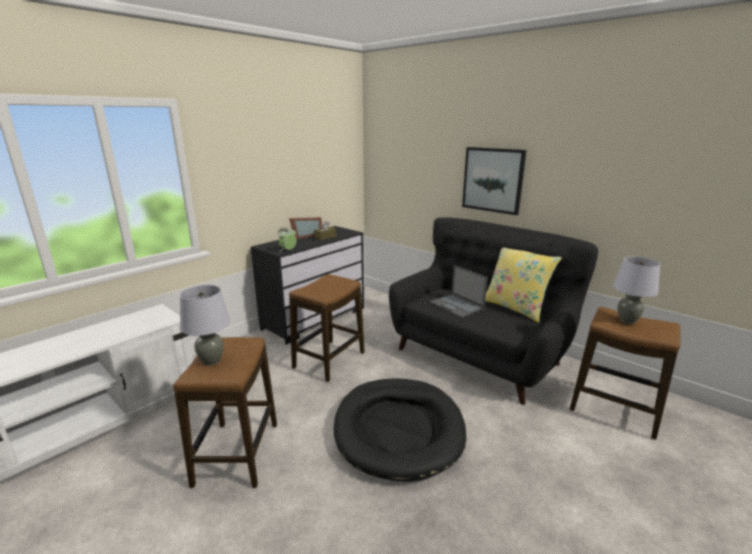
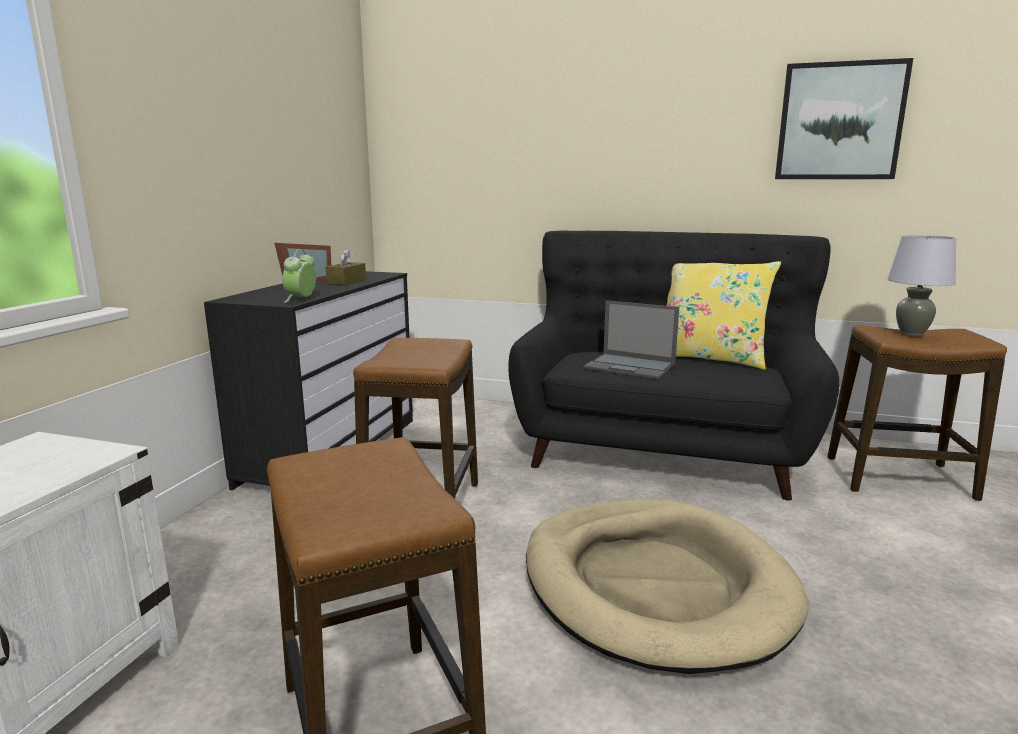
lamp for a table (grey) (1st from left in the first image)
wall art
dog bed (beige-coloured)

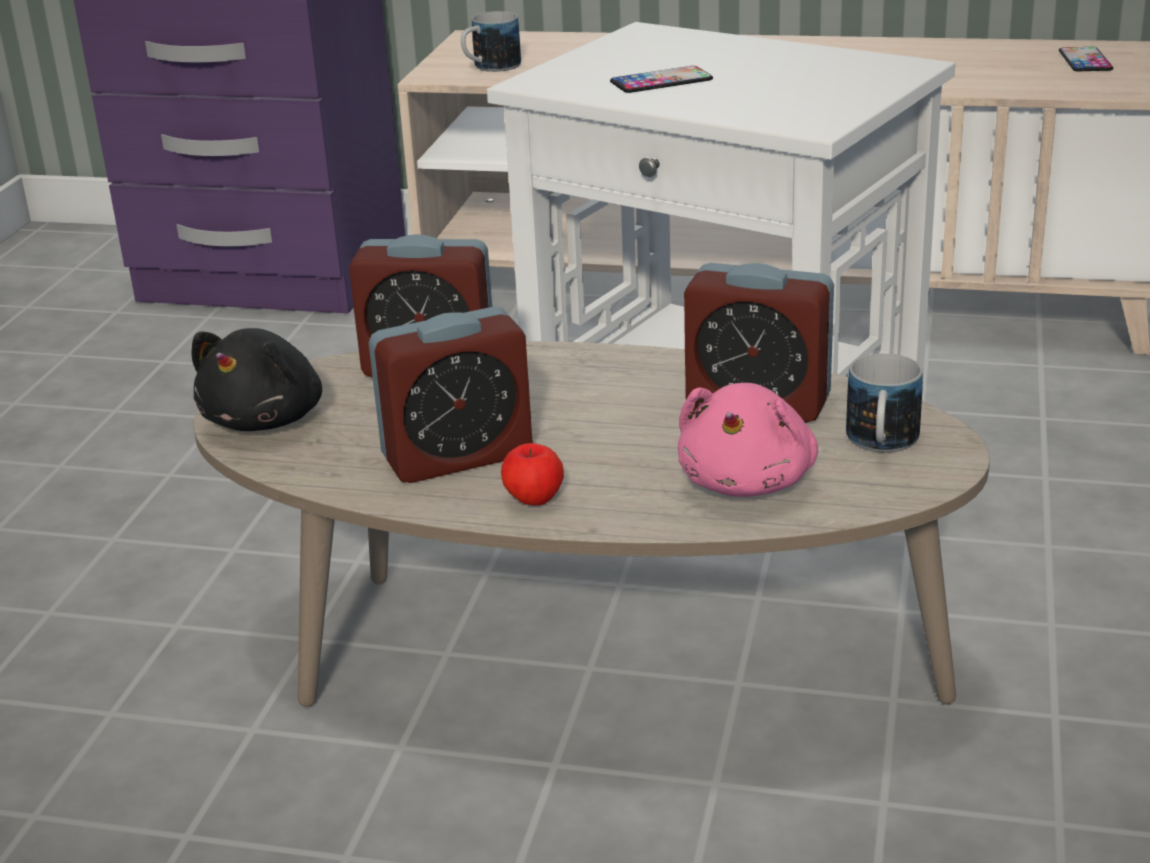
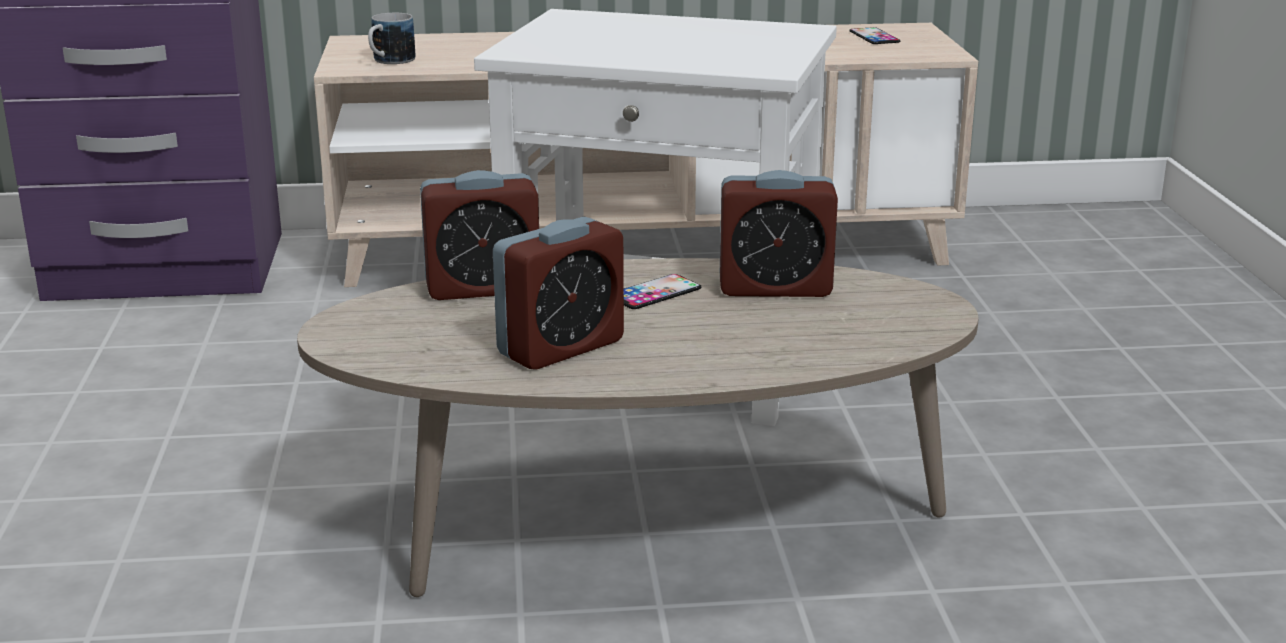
cuddly toy (blackish)
apple fruit
cuddly toy (pinkish)
coffee mug (2nd from left in the first image)
handset (1st from left)

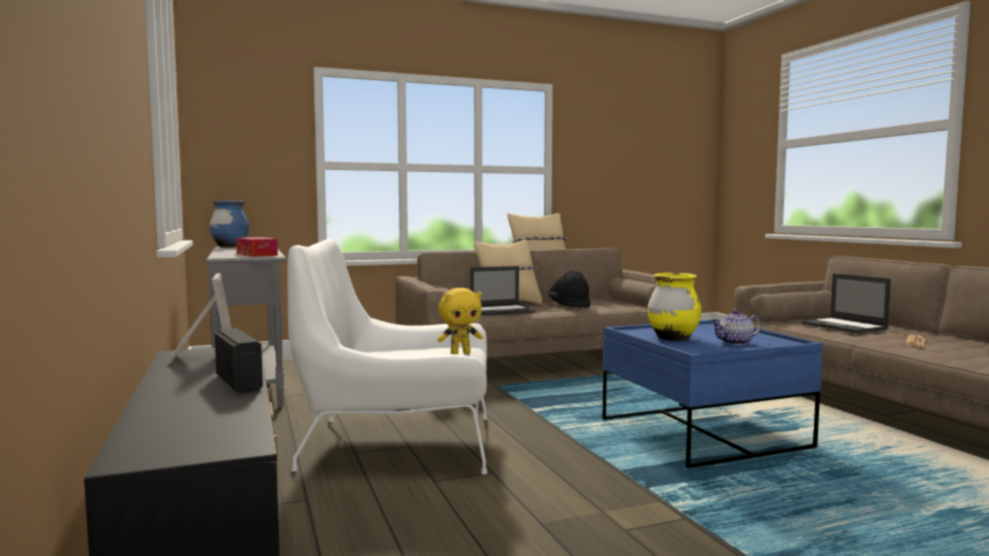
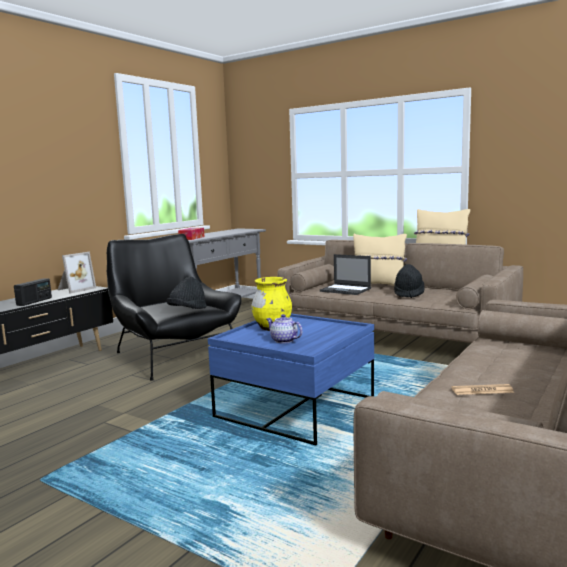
decorative vase (bluish)
notebook computer (2nd from left in the first image)
clothing hat (blackish) (1st from left)
lounge chair (blackish)

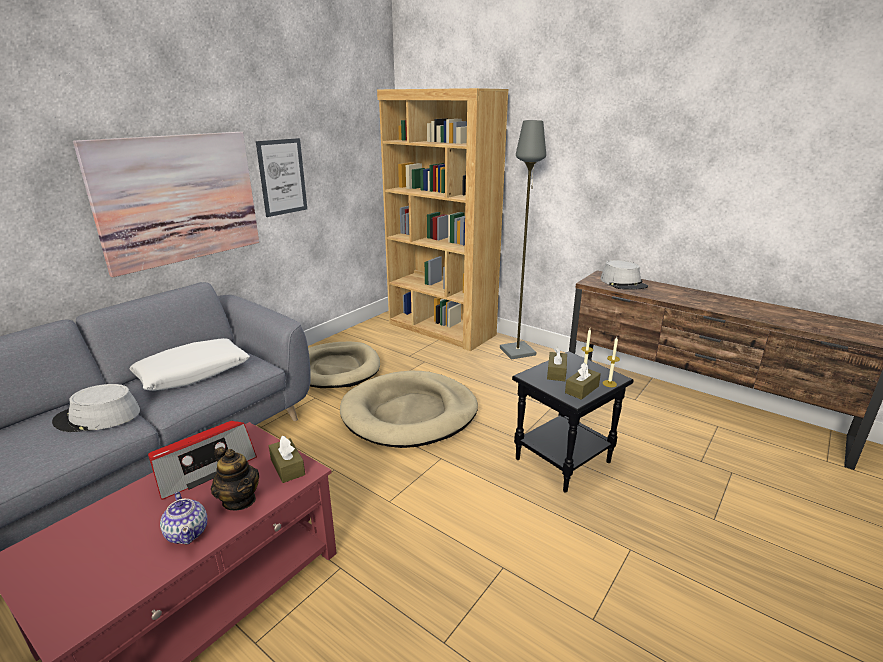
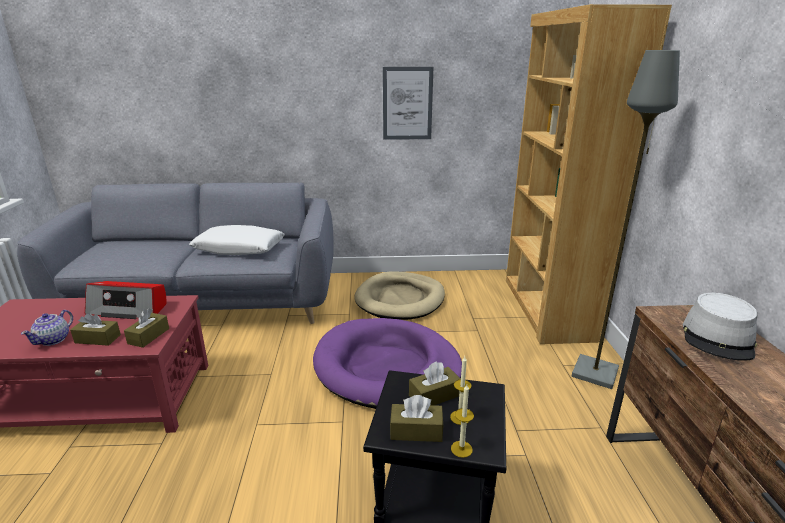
clothing hat (grey) (1st from left in the first image)
wall art (1st from left in the first image)
tissue box (brownish) (1st from left)
dog bed (purplish)

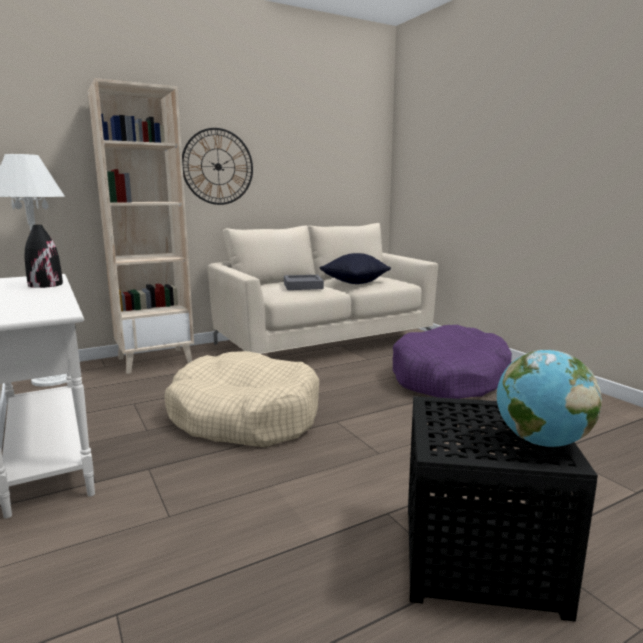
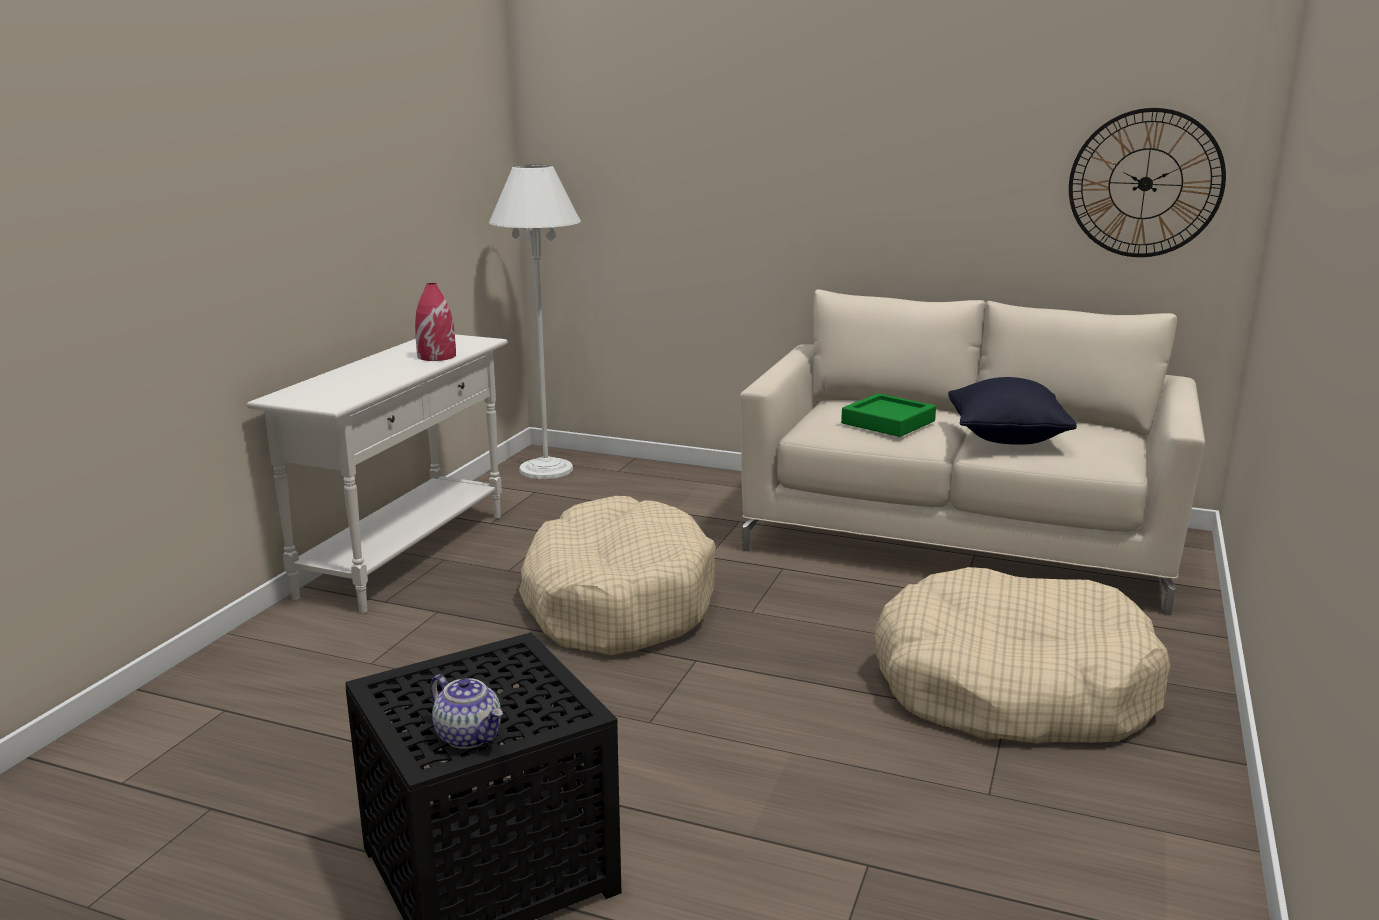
bookcase (beige-coloured)
clock on the wall
pot for tea
decorative vase (red)
serving tray (greenish)
dog bed (beige-coloured) (2nd from left)

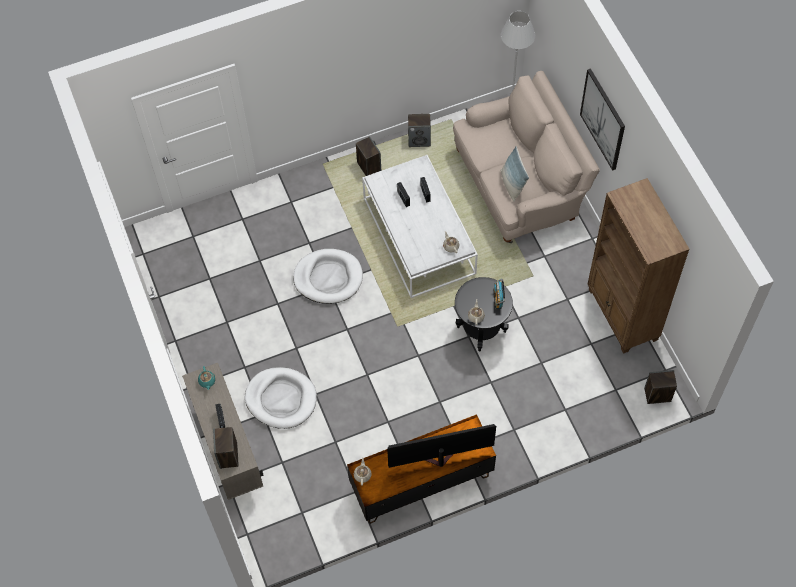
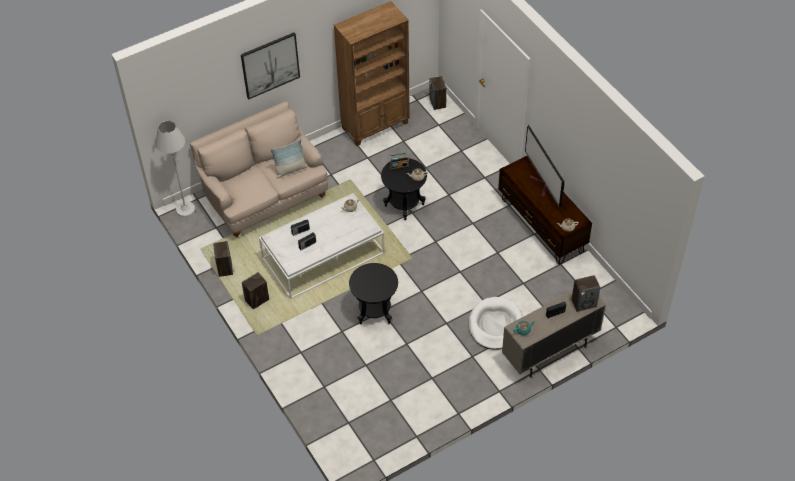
end table (blackish) (1st from left)

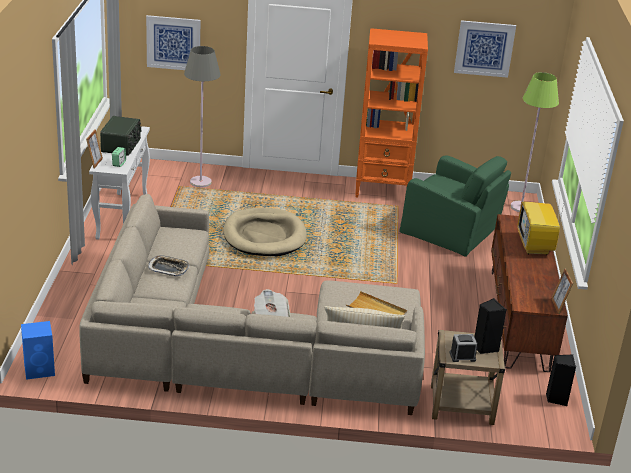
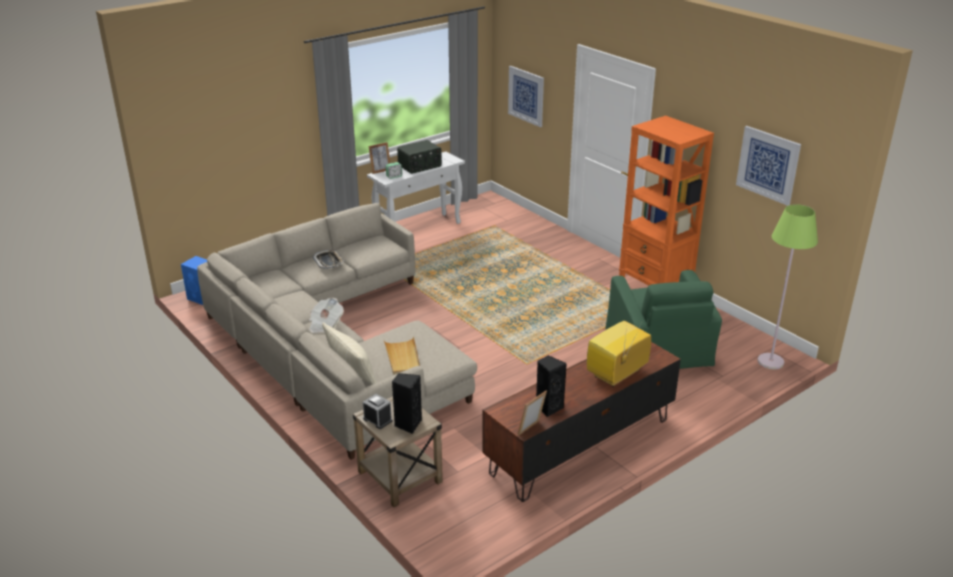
floor lamp (grey)
dog bed (beige-coloured)
audio speaker (blackish) (2nd from left)

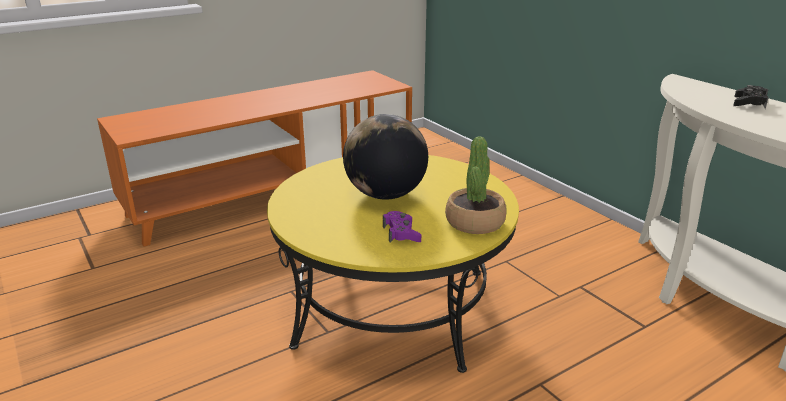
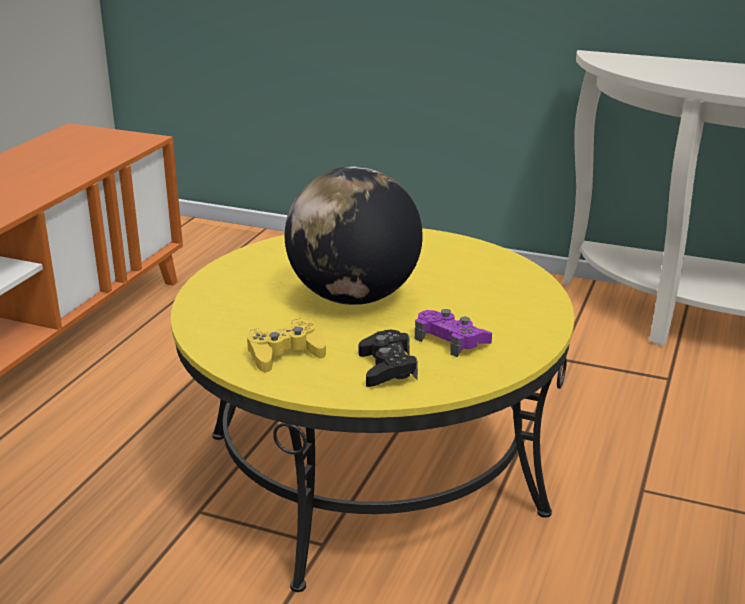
potted plant
game controller (yellow-coloured)
game controller (blackish)

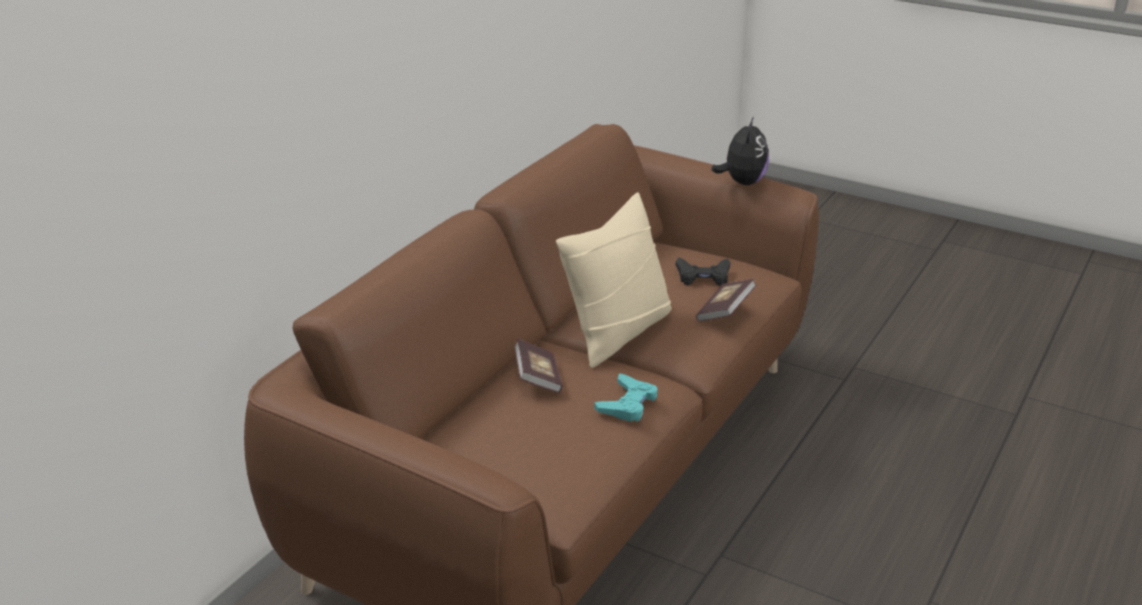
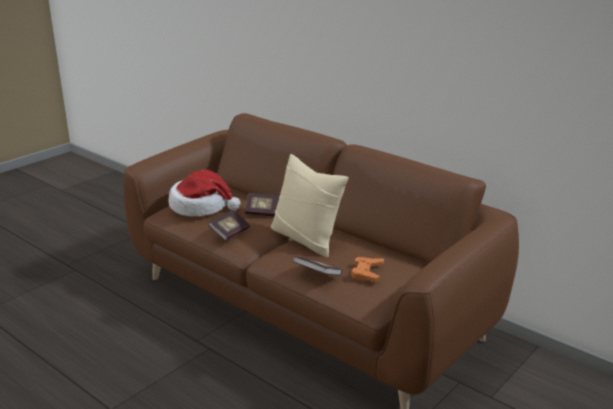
cuddly toy
clothing hat
bound book (1st from left)
game controller (orange-coloured)

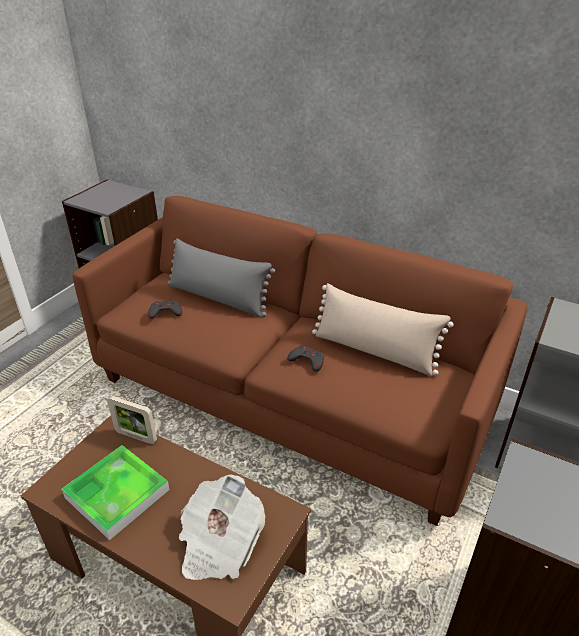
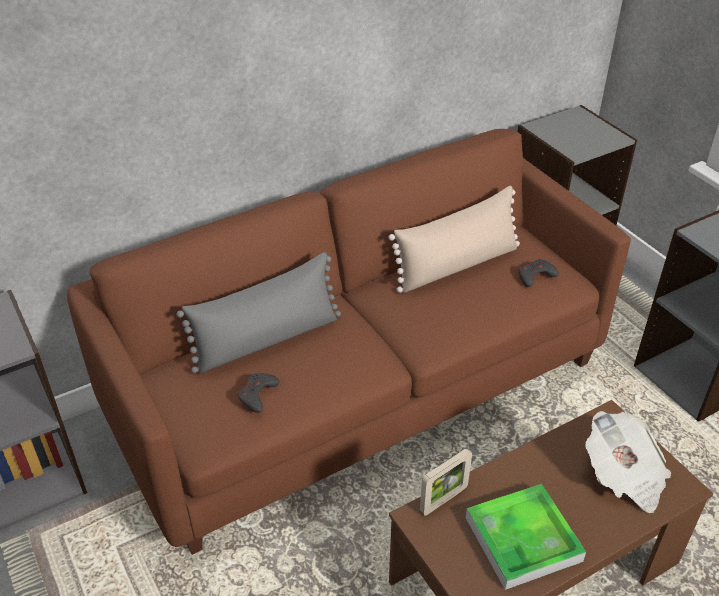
game controller (grey) (2nd from left)

